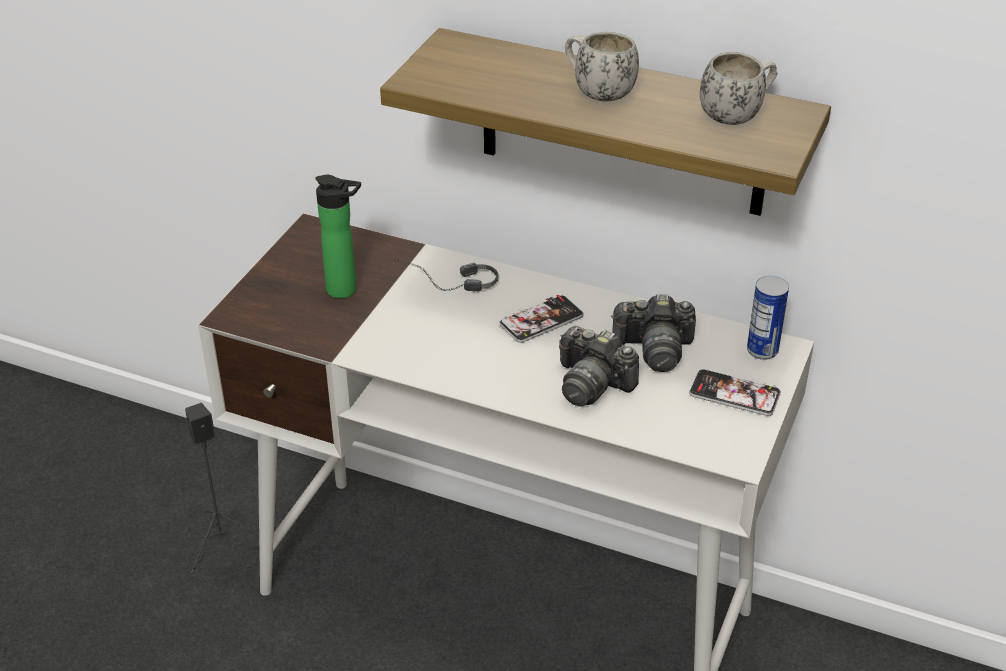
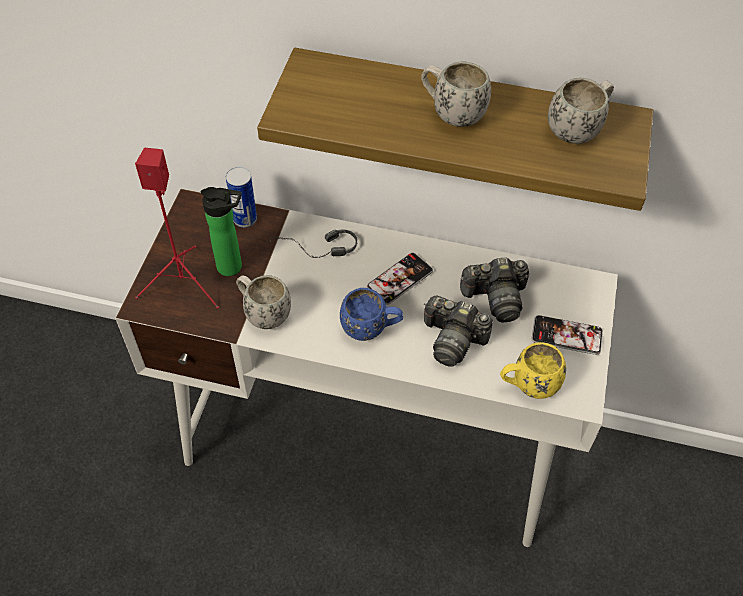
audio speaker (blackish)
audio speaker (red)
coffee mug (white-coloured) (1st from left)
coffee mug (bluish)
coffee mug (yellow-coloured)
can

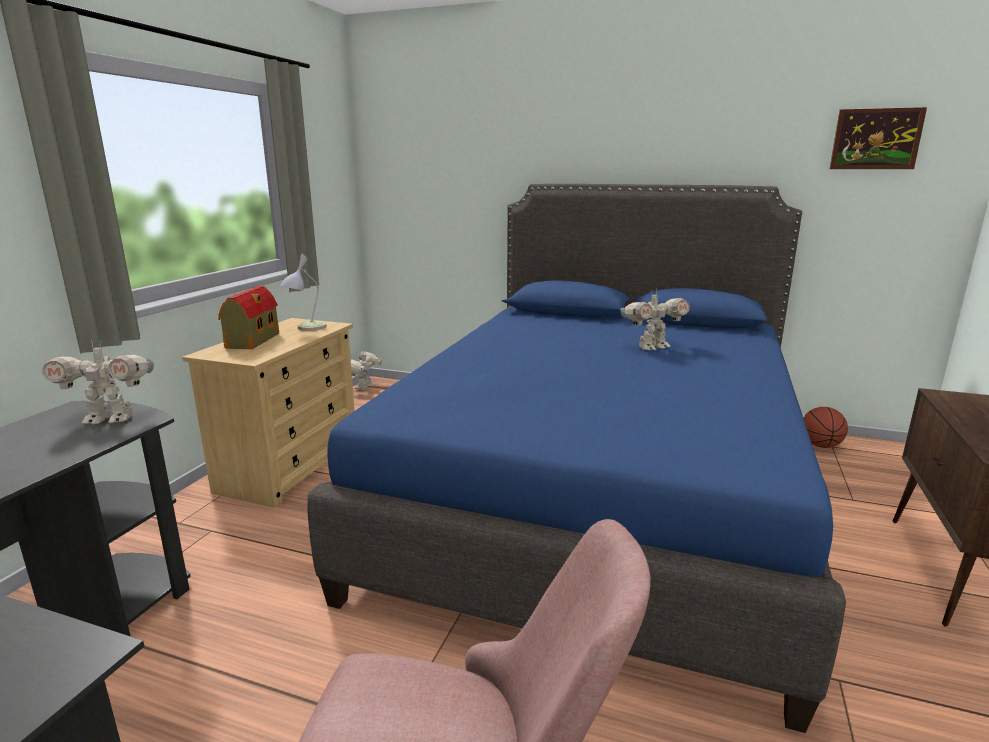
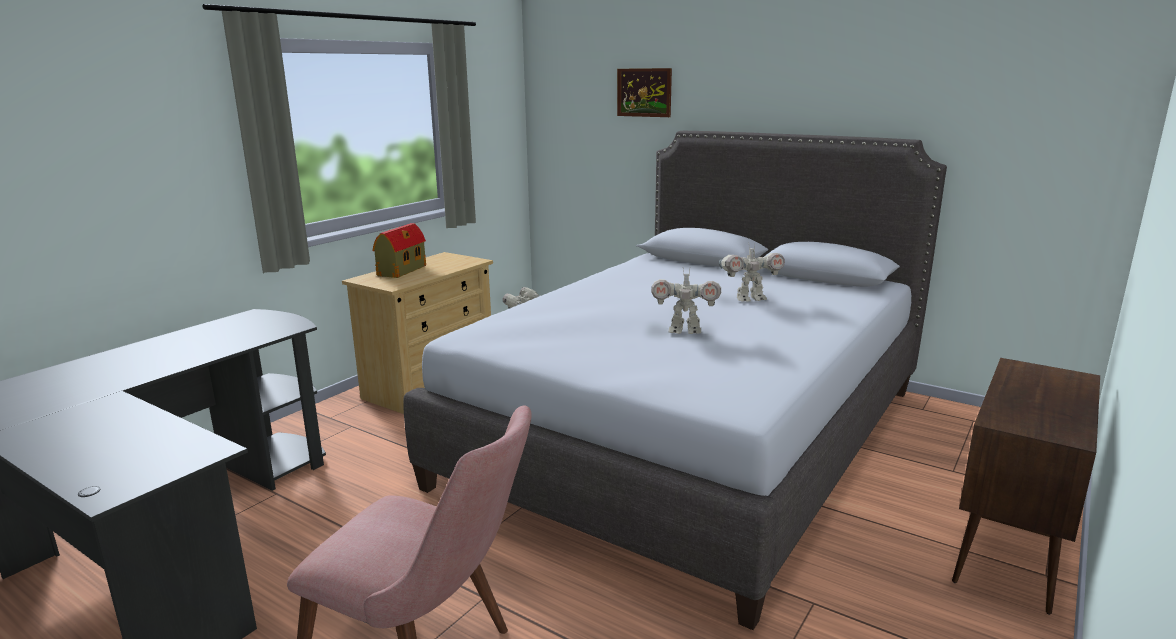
lamp for a table
basketball
toy robot (2nd from left)
wall art
bed (grey)

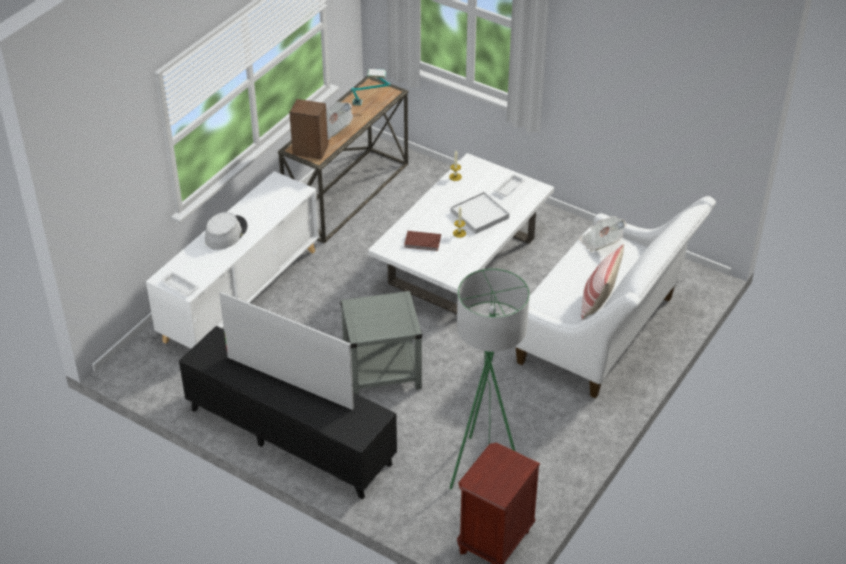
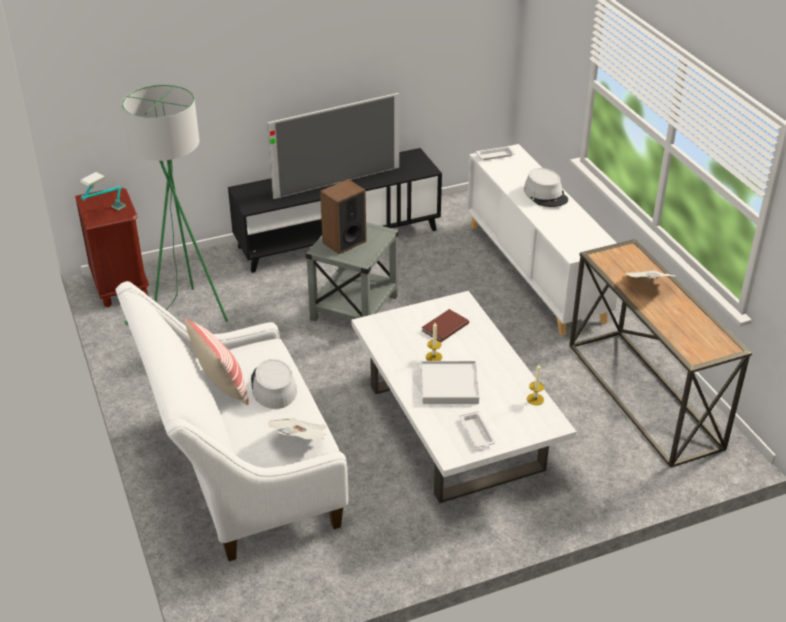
clothing hat (grey) (1st from left)
audio speaker
lamp for a table

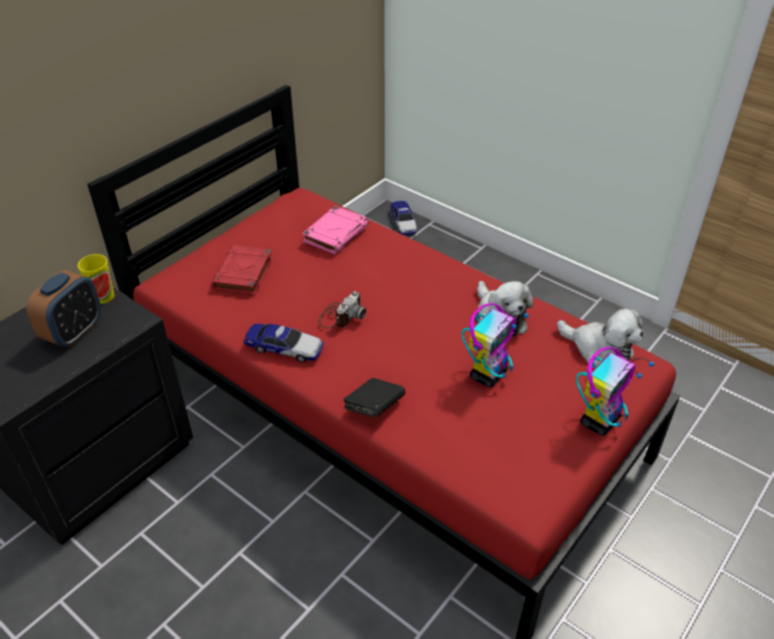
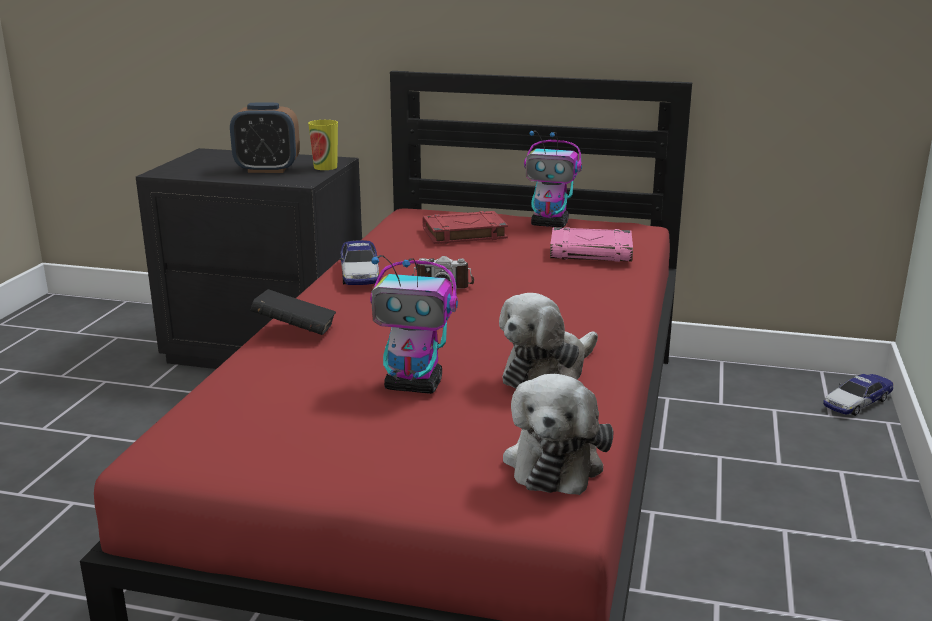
toy robot (2nd from left)

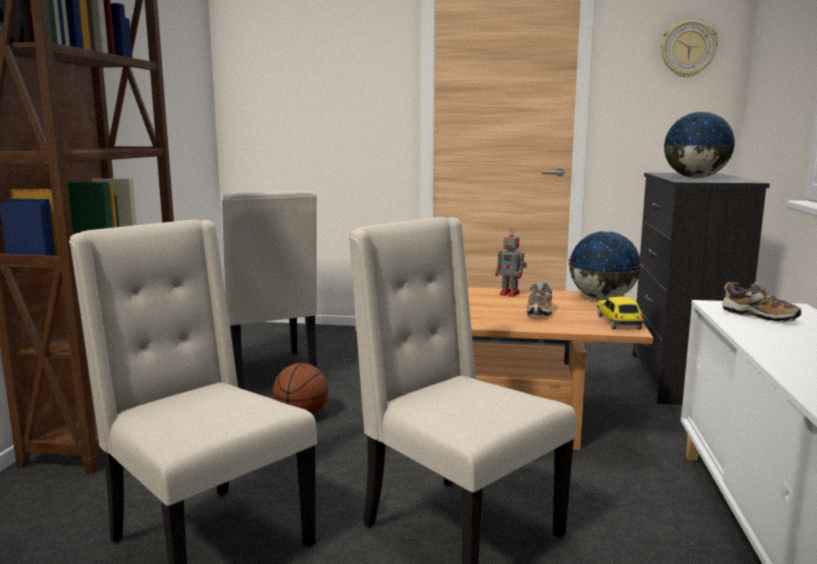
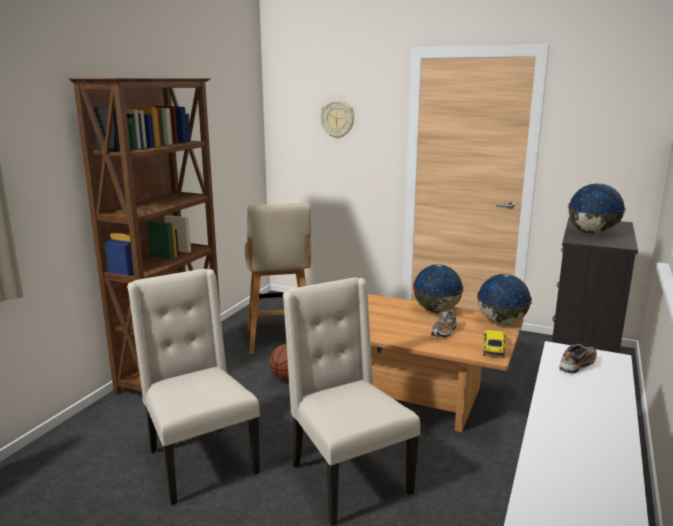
clock on the wall
stool seat (beige-coloured)
globe (1st from left)
item of footwear (2nd from left)

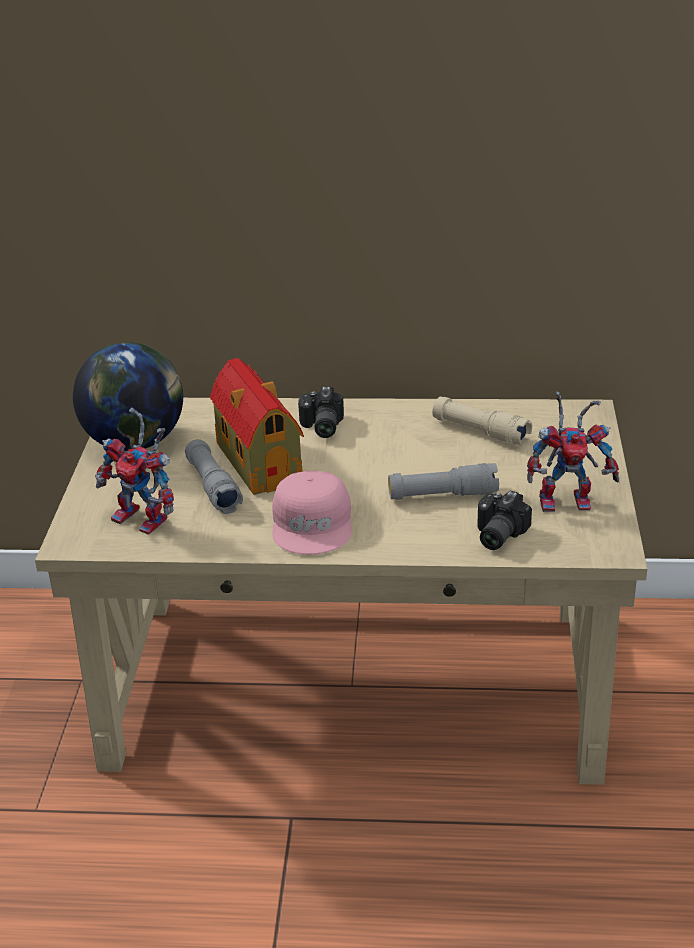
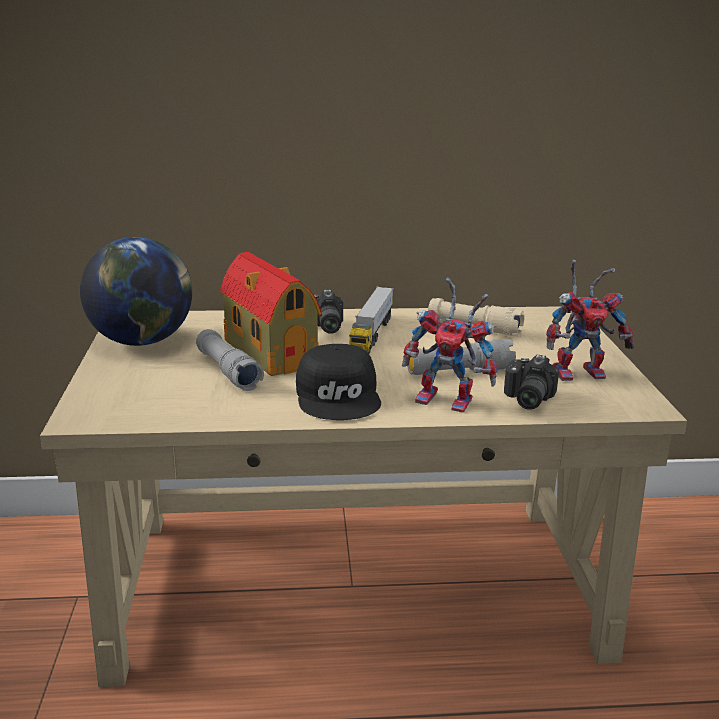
toy lorry
toy robot (1st from left)
peaked cap (blackish)

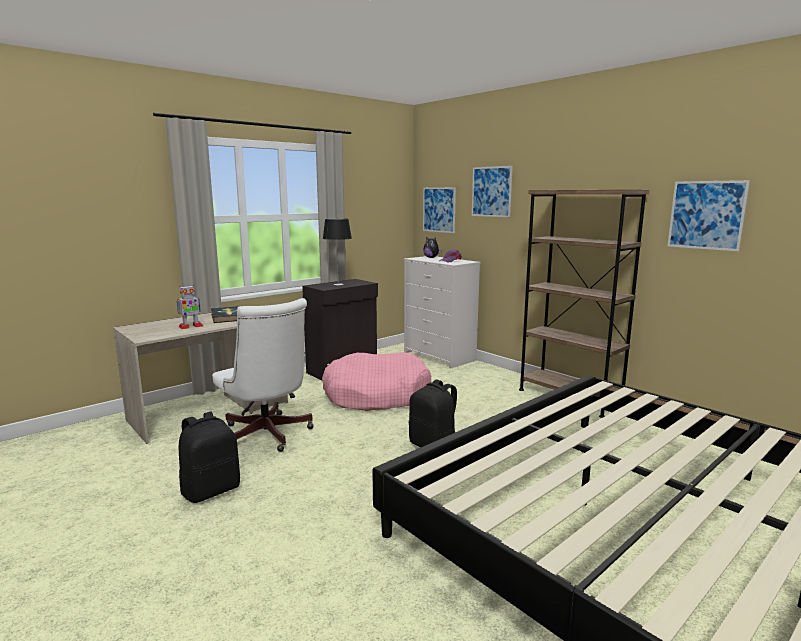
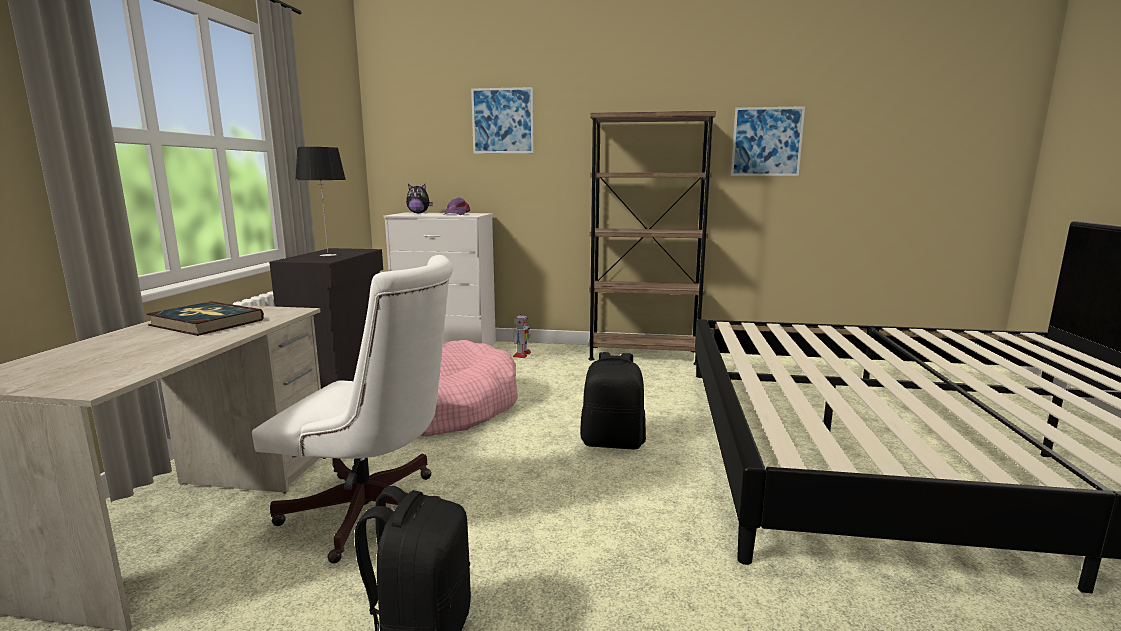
wall art (1st from left in the first image)
toy robot

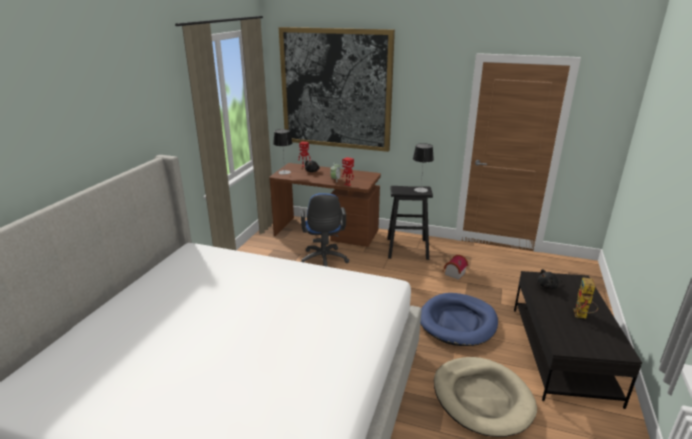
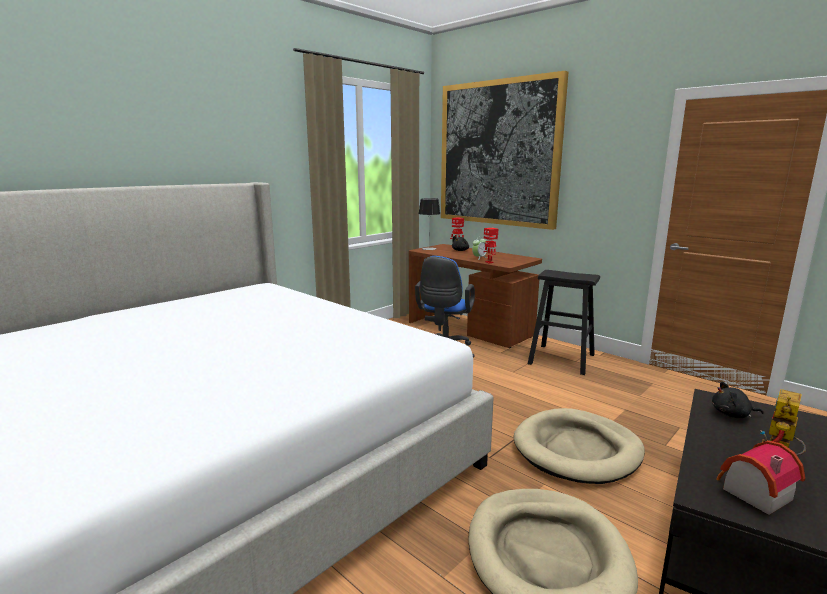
lamp for a table (2nd from left in the first image)
miniature house
dog bed (beige-coloured) (2nd from left)

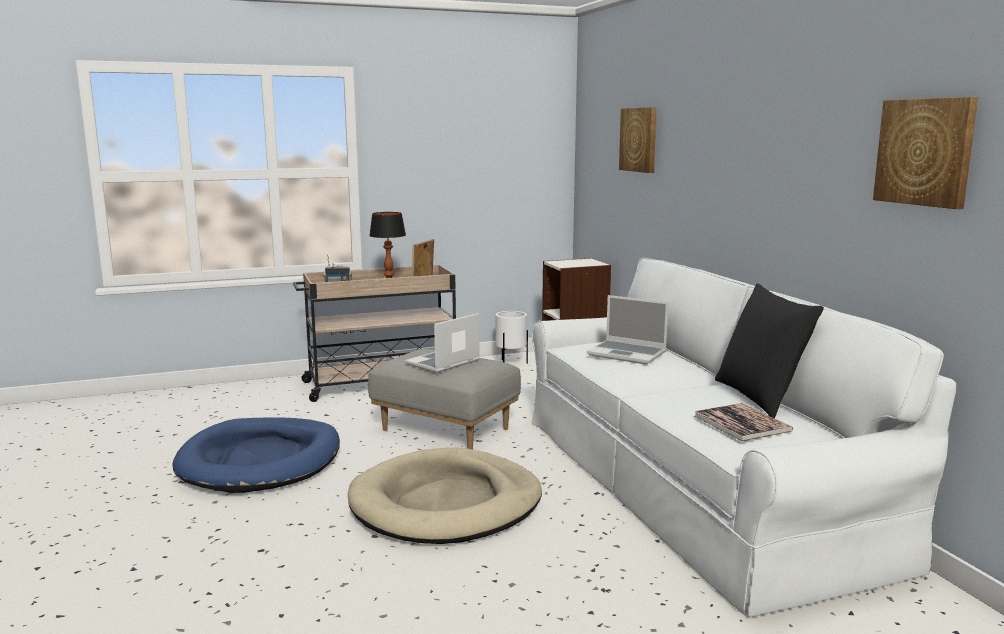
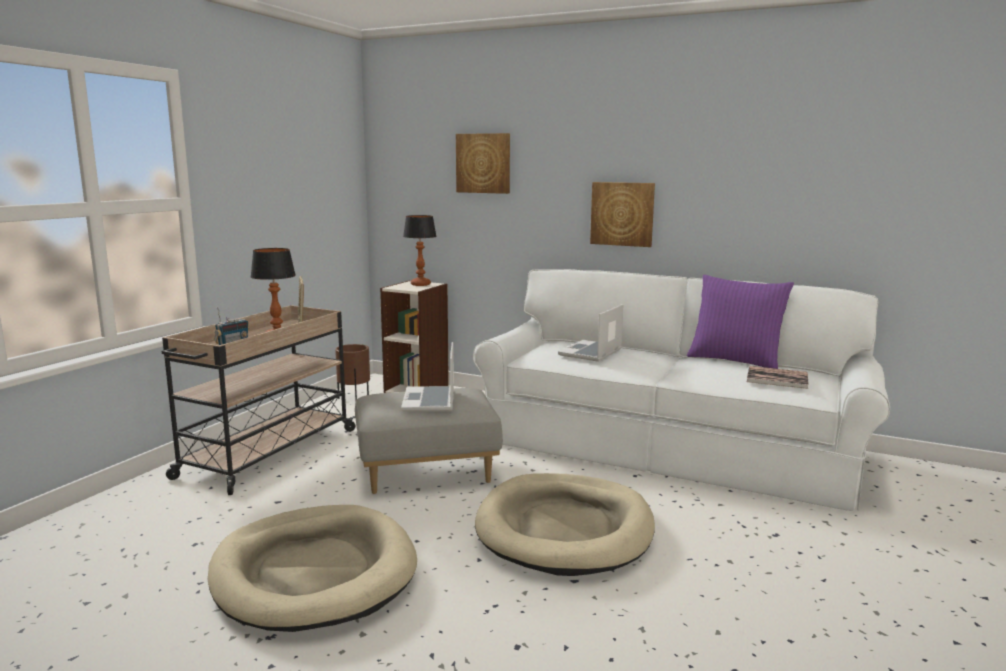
lamp for a table (2nd from left)
wall art (2nd from left)
dog bed (beige-coloured) (1st from left)
planter (brownish)
pillow (purplish)
notebook computer (2nd from left)

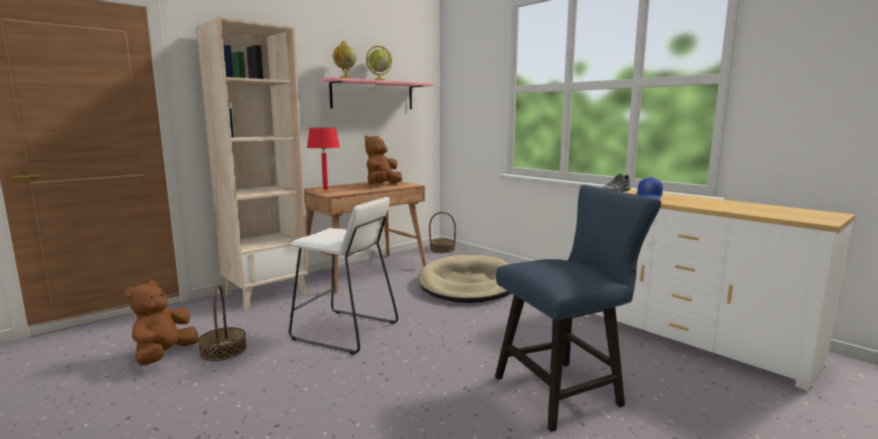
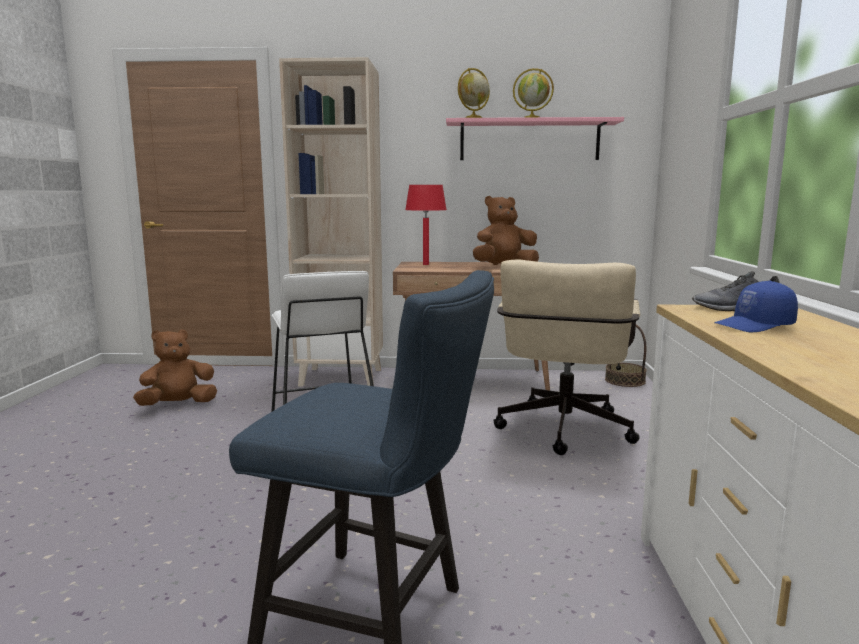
household basket (1st from left in the first image)
computer chair (beige-coloured)

